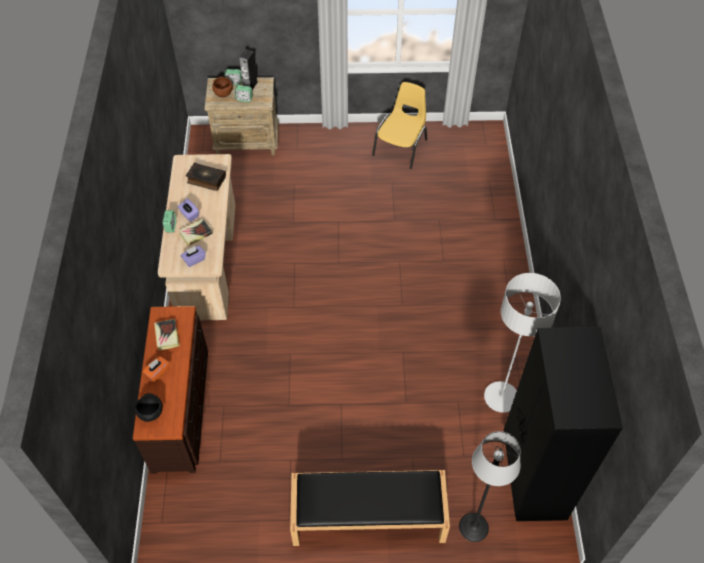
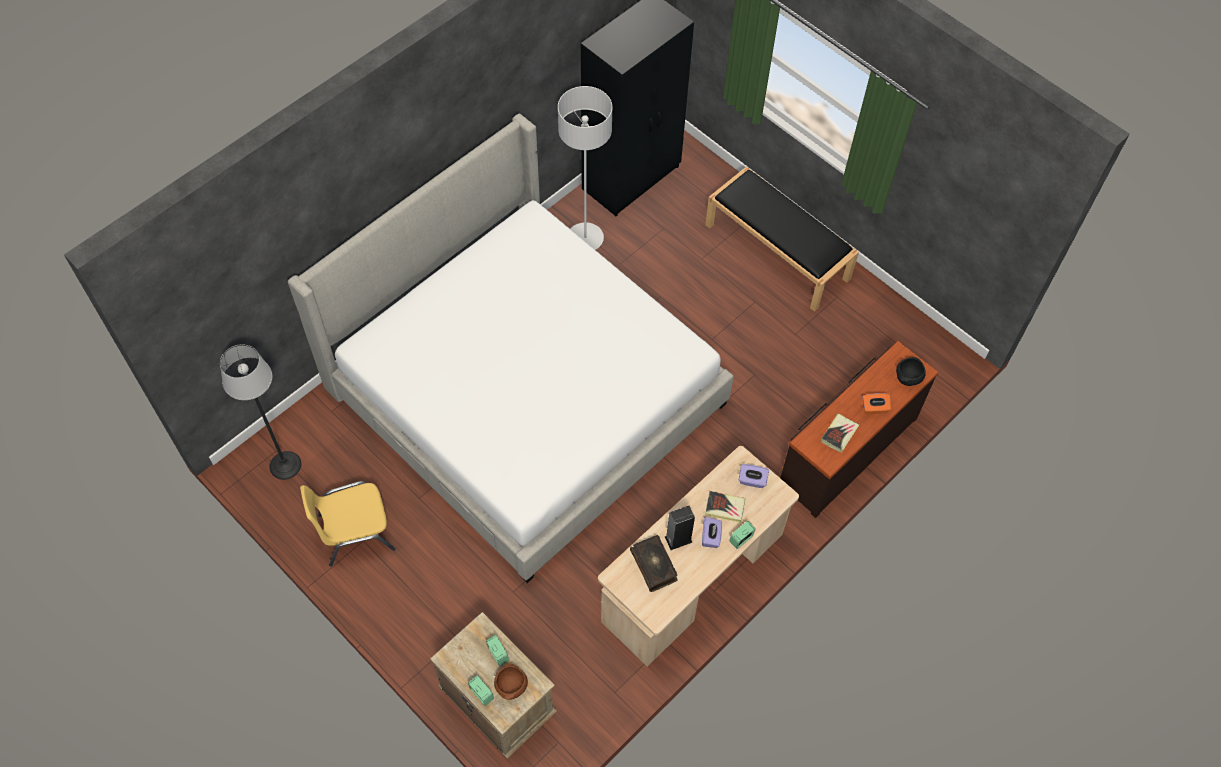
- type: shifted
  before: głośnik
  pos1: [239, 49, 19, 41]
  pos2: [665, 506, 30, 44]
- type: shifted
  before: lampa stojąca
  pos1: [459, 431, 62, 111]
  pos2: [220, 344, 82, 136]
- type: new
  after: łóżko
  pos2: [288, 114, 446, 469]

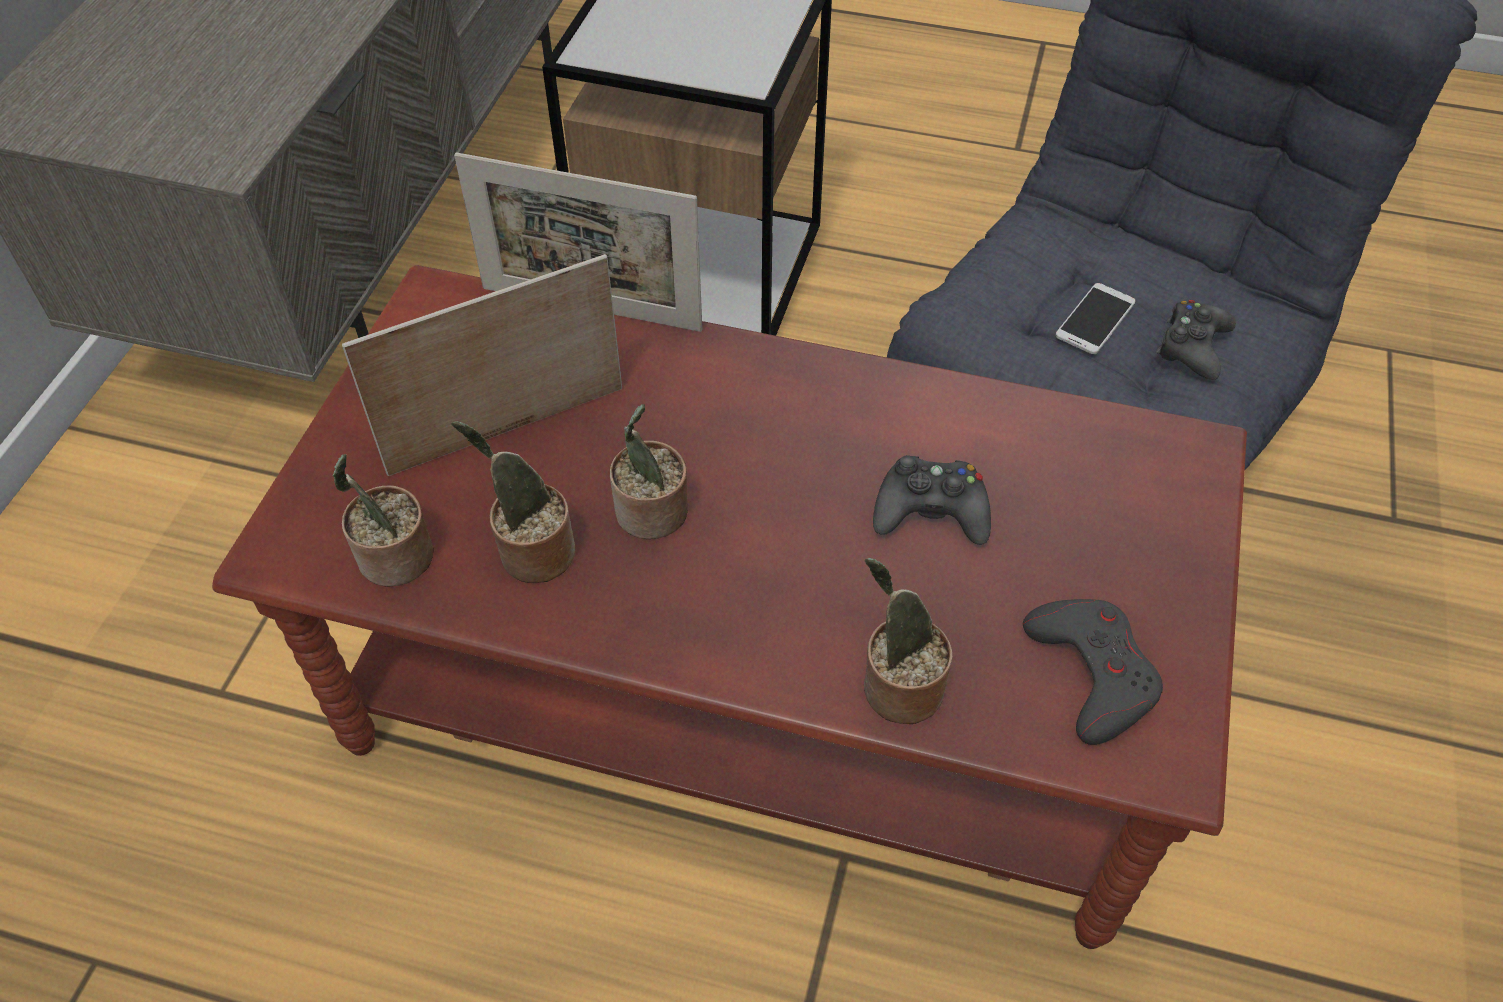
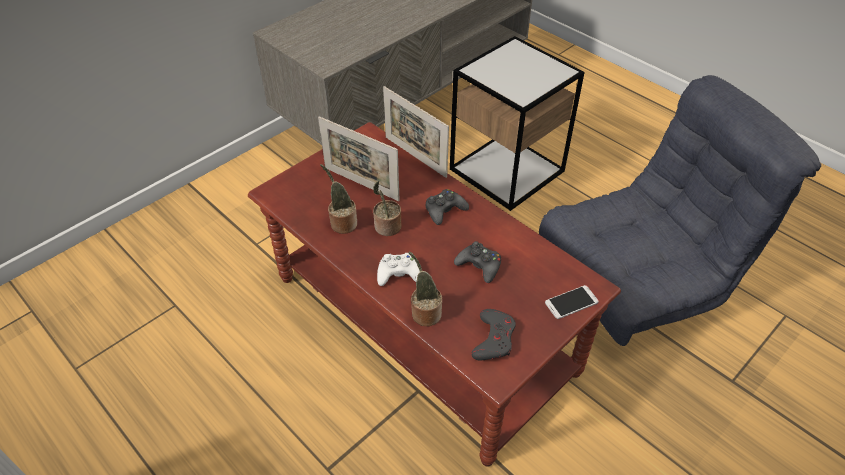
- type: gone
  before: roślina doniczkowa
  pos1: [332, 454, 102, 133]
- type: rotated
  before: ramka na zdjęcie
  pos1: [342, 254, 280, 222]
  pos2: [318, 116, 82, 85]
  turn: -150
- type: shifted
  before: telefon
  pos1: [1055, 283, 81, 71]
  pos2: [545, 285, 54, 34]
- type: shifted
  before: pad do gier [czarny]
  pos1: [1156, 300, 80, 80]
  pos2: [426, 189, 43, 36]
- type: new
  after: pad do gier [biały]
  pos2: [377, 253, 43, 33]

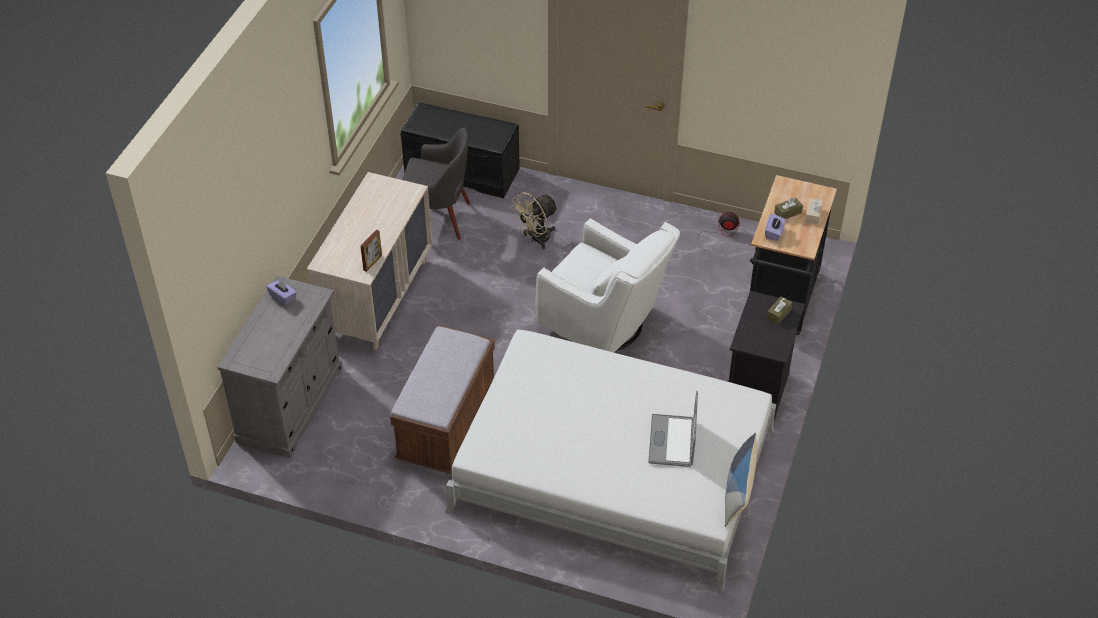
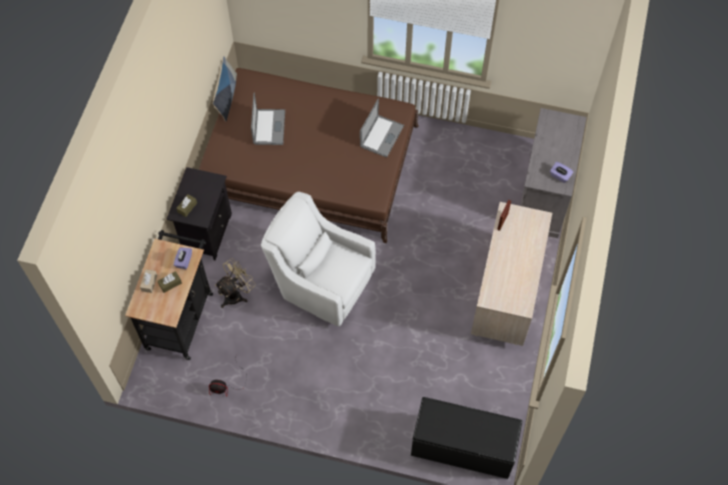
- type: gone
  before: ławka [brązowy]
  pos1: [390, 325, 105, 149]
- type: gone
  before: fotel [szary]
  pos1: [402, 127, 69, 113]
- type: repainted
  before: łóżko [biały]
  after: łóżko [brązowy]
  pos1: [445, 330, 331, 262]
  pos2: [199, 68, 220, 175]
- type: shifted
  before: wentylator [beżowy]
  pos1: [510, 192, 48, 57]
  pos2: [215, 258, 41, 50]
- type: new
  after: laptop
  pos2: [360, 99, 44, 58]

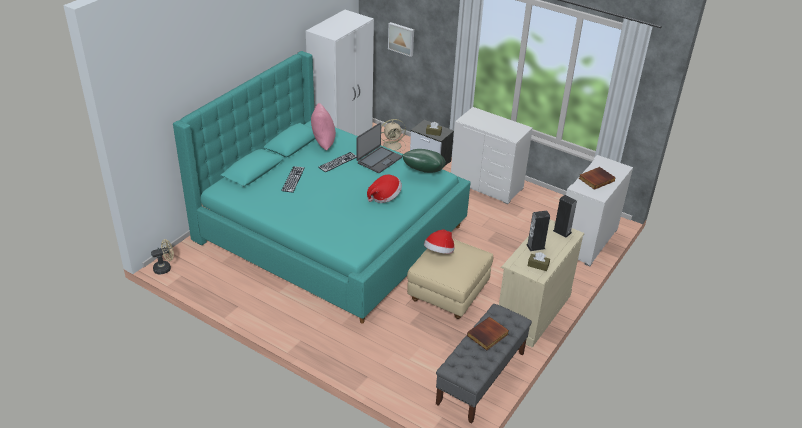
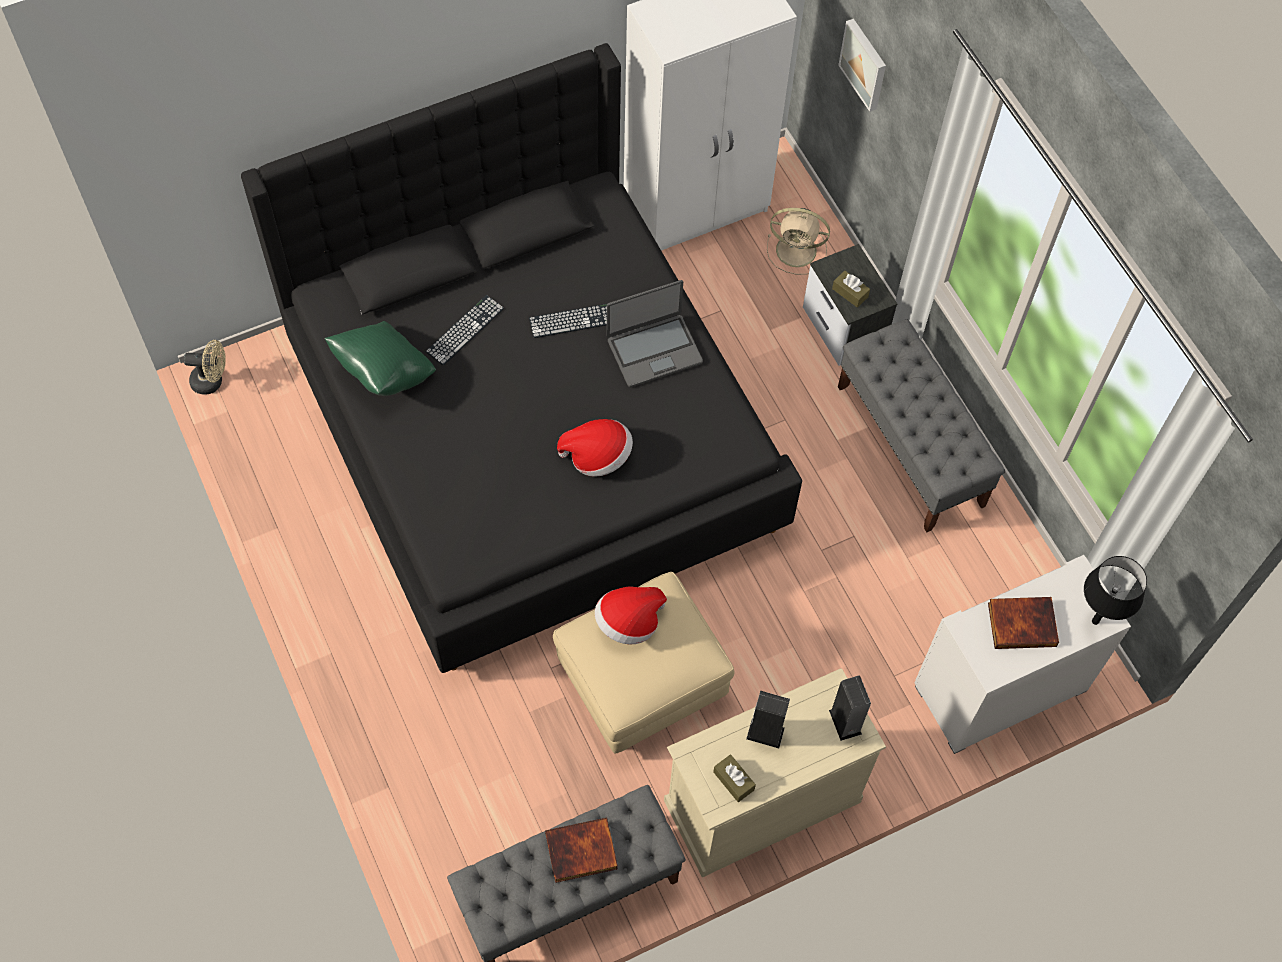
- type: repainted
  before: łóżko [turkusowy]
  after: łóżko [czarny]
  pos1: [173, 51, 297, 272]
  pos2: [241, 43, 561, 630]
- type: gone
  before: poduszka [różowy]
  pos1: [311, 103, 25, 47]
- type: shifted
  before: poduszka [zielony]
  pos1: [402, 149, 44, 24]
  pos2: [325, 321, 111, 75]
- type: swapped
  before: komoda [biały]
  after: ławka [szary]
  pos1: [451, 107, 82, 97]
  pos2: [838, 319, 167, 213]
- type: new
  after: lampa stołowa [czarny]
  pos2: [1084, 556, 63, 69]

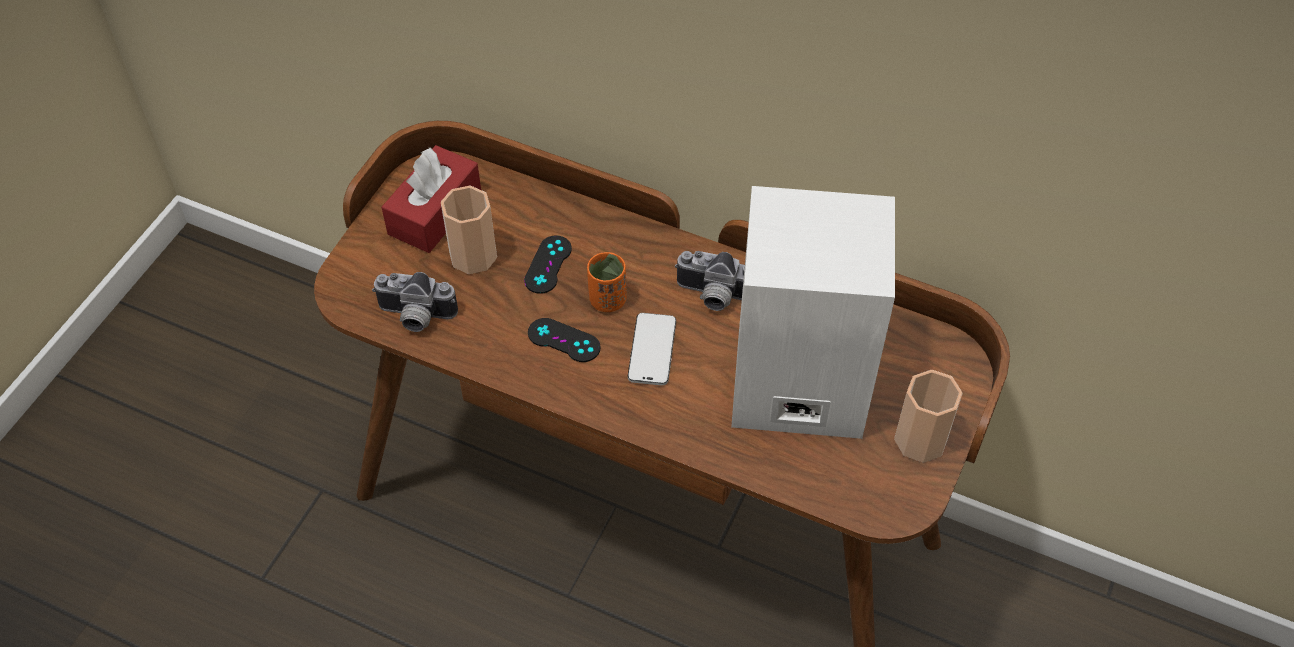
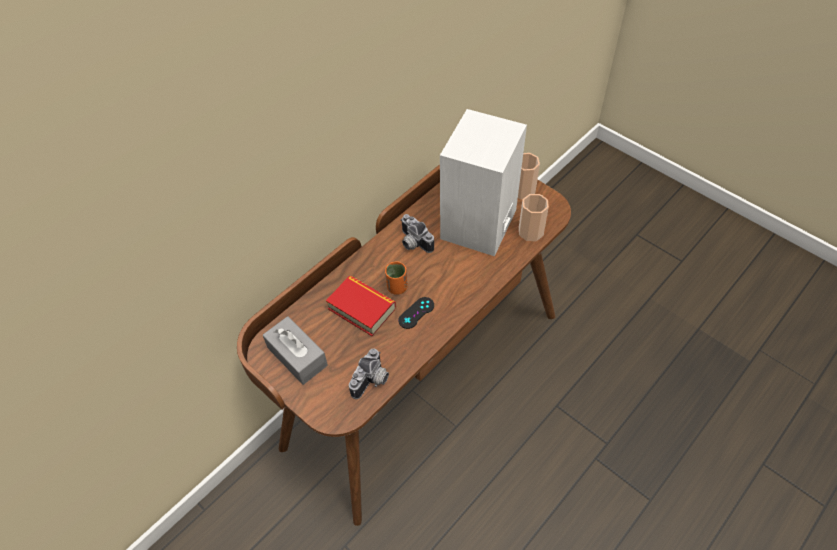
- type: repainted
  before: pudełko chusteczek [czerwony]
  after: pudełko chusteczek [szary]
  pos1: [381, 145, 100, 108]
  pos2: [263, 316, 65, 69]
- type: shifted
  before: filiżanka
  pos1: [441, 186, 56, 88]
  pos2: [519, 194, 30, 47]
- type: swapped
  before: pad do gier [czarny]
  after: książka
  pos1: [524, 235, 48, 59]
  pos2: [326, 276, 70, 60]
- type: gone
  before: telefon
  pos1: [628, 313, 48, 73]
- type: rotated
  before: aparat fotograficzny
  pos1: [675, 251, 70, 60]
  pos2: [401, 214, 33, 39]
  turn: 105

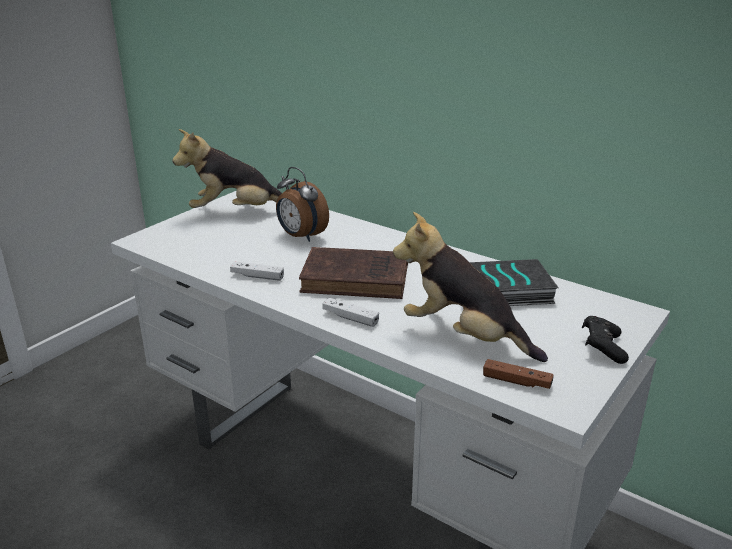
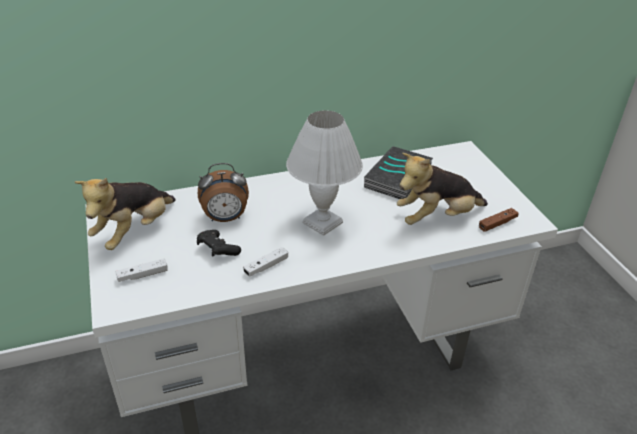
- type: swapped
  before: książka [brązowy]
  after: lampa stołowa [biały]
  pos1: [299, 247, 109, 52]
  pos2: [286, 110, 77, 126]
- type: shifted
  before: pad do gier [biały]
  pos1: [323, 298, 56, 29]
  pos2: [116, 258, 52, 24]
- type: shifted
  before: pad do gier [czarny]
  pos1: [582, 316, 47, 48]
  pos2: [197, 230, 44, 27]

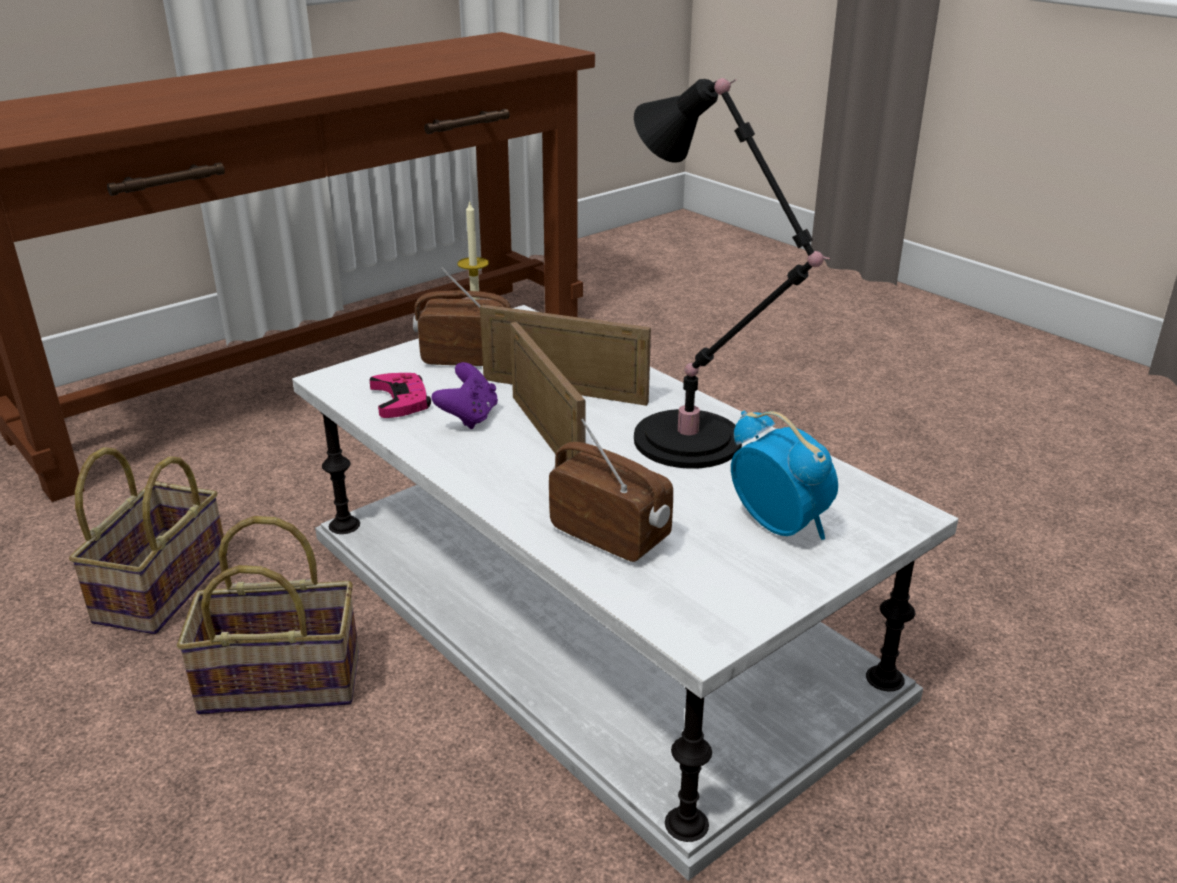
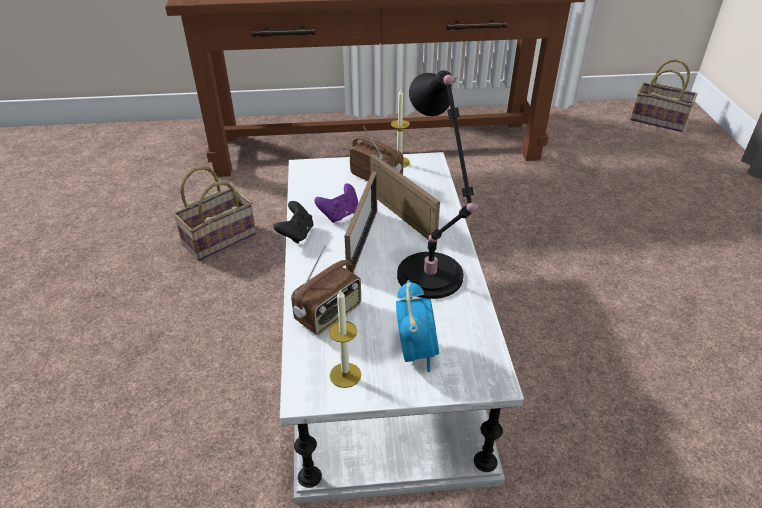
- type: shifted
  before: koszyk
  pos1: [177, 516, 182, 198]
  pos2: [630, 59, 68, 73]
- type: gone
  before: pad do gier [różowy]
  pos1: [369, 373, 62, 45]
- type: rotated
  before: radio
  pos1: [549, 419, 124, 143]
  pos2: [291, 245, 70, 90]
  turn: 60
- type: new
  after: pad do gier [czarny]
  pos2: [273, 201, 40, 43]
- type: new
  after: świeca
  pos2: [329, 289, 32, 99]

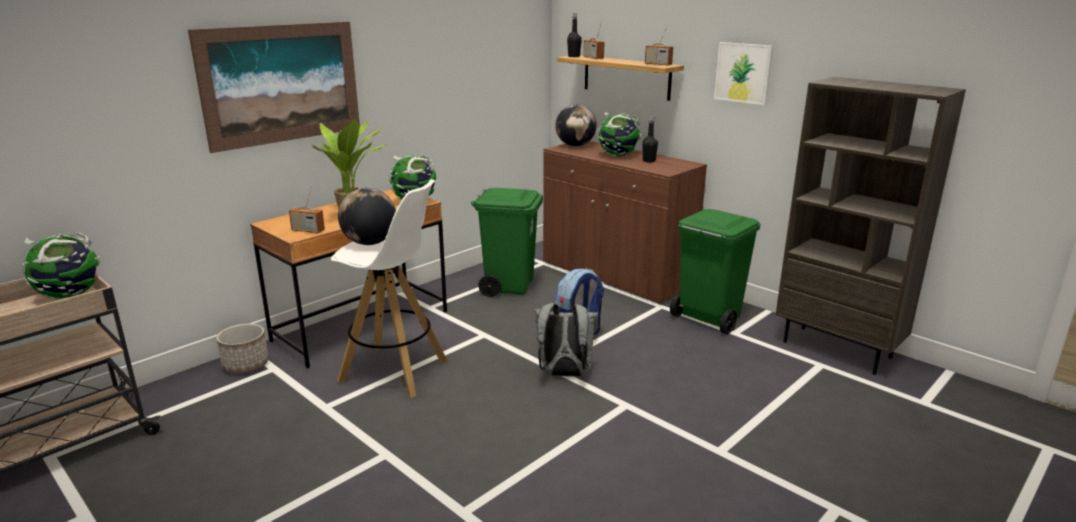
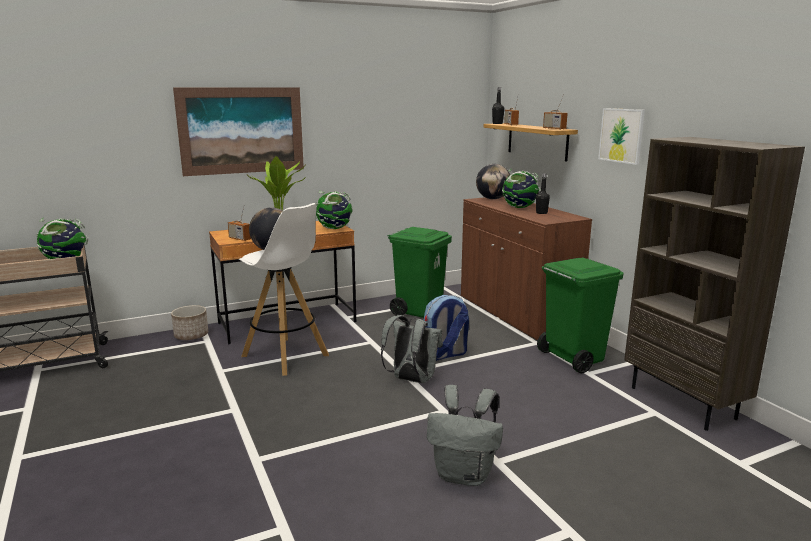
- type: new
  after: plecak [szary]
  pos2: [427, 385, 76, 101]

